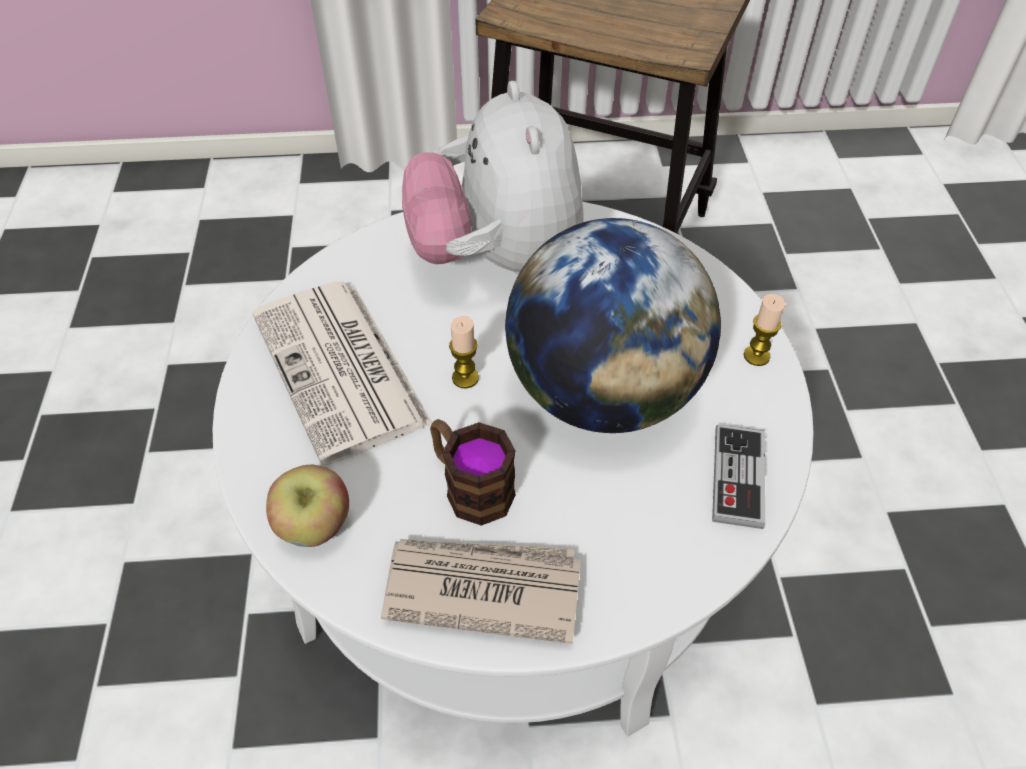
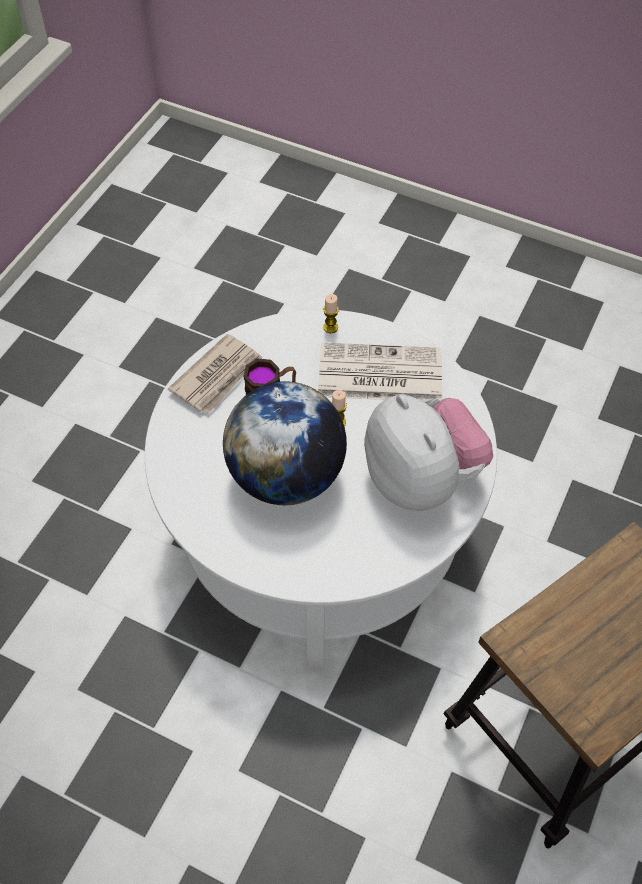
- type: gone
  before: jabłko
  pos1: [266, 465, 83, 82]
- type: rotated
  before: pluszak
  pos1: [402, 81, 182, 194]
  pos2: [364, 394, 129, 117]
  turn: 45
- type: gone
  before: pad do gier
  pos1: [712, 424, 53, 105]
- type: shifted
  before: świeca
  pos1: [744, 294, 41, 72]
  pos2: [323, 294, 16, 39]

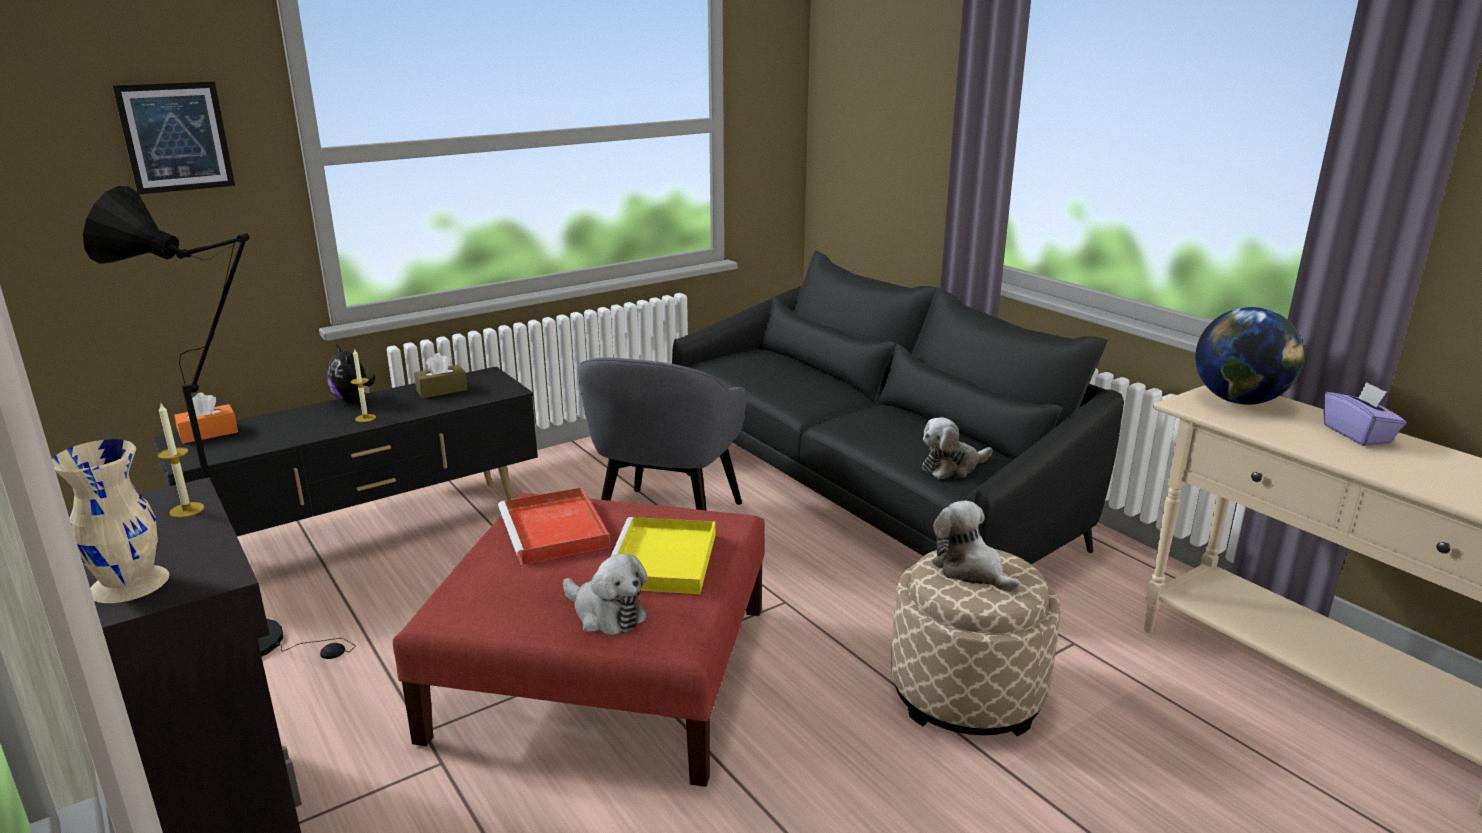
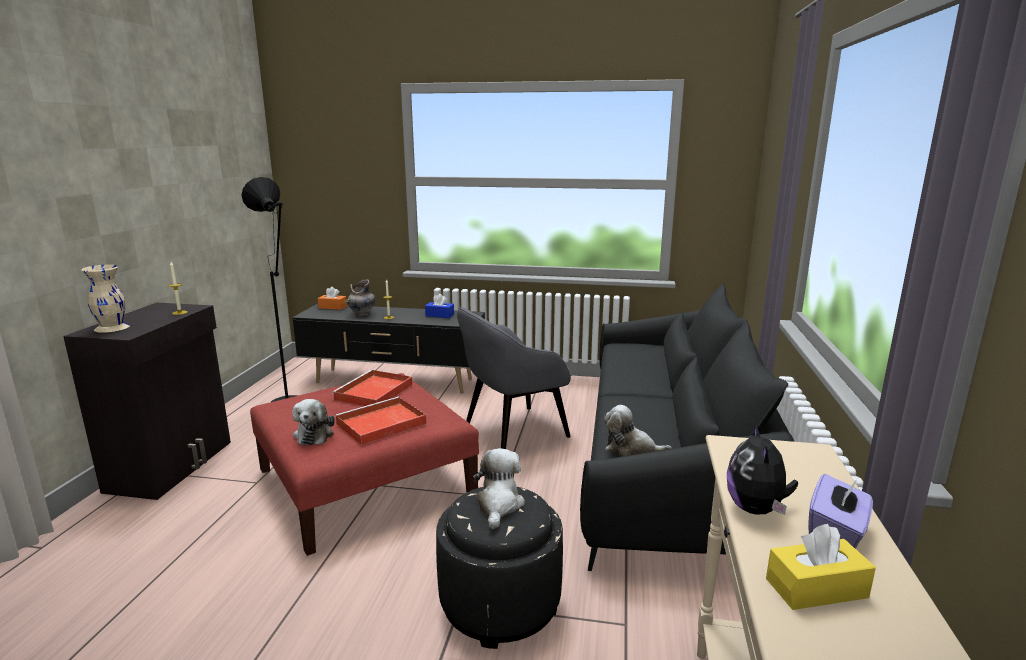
- type: gone
  before: obraz
  pos1: [112, 81, 123, 113]
- type: shifted
  before: pluszak
  pos1: [327, 344, 48, 58]
  pos2: [727, 422, 71, 93]
- type: repainted
  before: pudełko chusteczek [brązowy]
  after: pudełko chusteczek [niebieski]
  pos1: [414, 353, 54, 45]
  pos2: [425, 294, 29, 24]
- type: repainted
  before: taca [żółty]
  after: taca [czerwony]
  pos1: [610, 517, 106, 77]
  pos2: [335, 397, 92, 48]
- type: repainted
  before: pufa [beżowy]
  after: pufa [czarny]
  pos1: [891, 549, 170, 187]
  pos2: [436, 487, 127, 162]
- type: gone
  before: globus
  pos1: [1195, 307, 109, 98]
- type: new
  after: wazon [szary]
  pos2: [345, 279, 31, 38]
- type: new
  after: pudełko chusteczek [żółty]
  pos2: [766, 524, 110, 86]

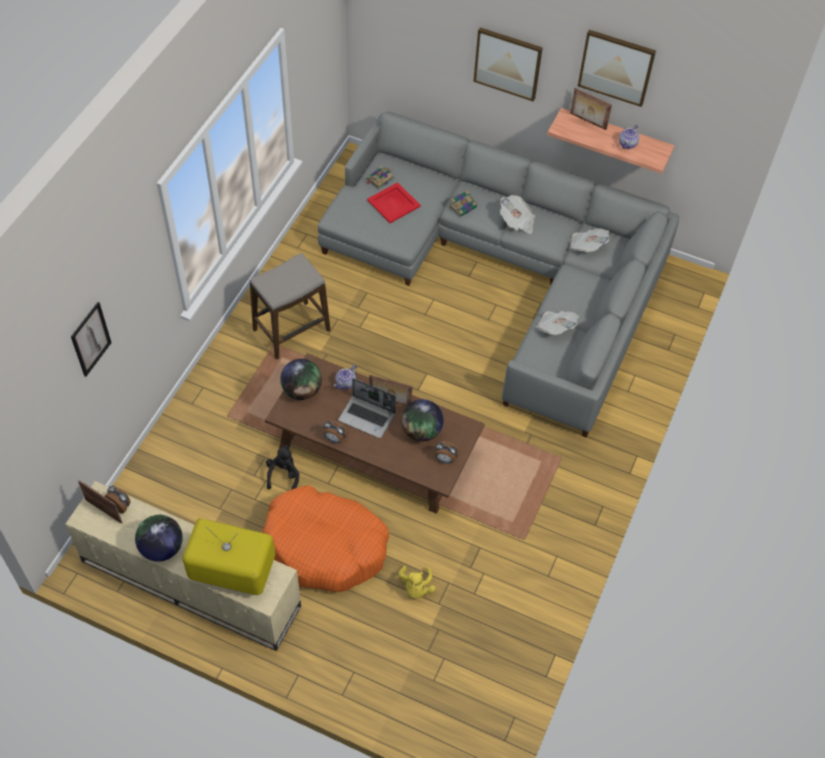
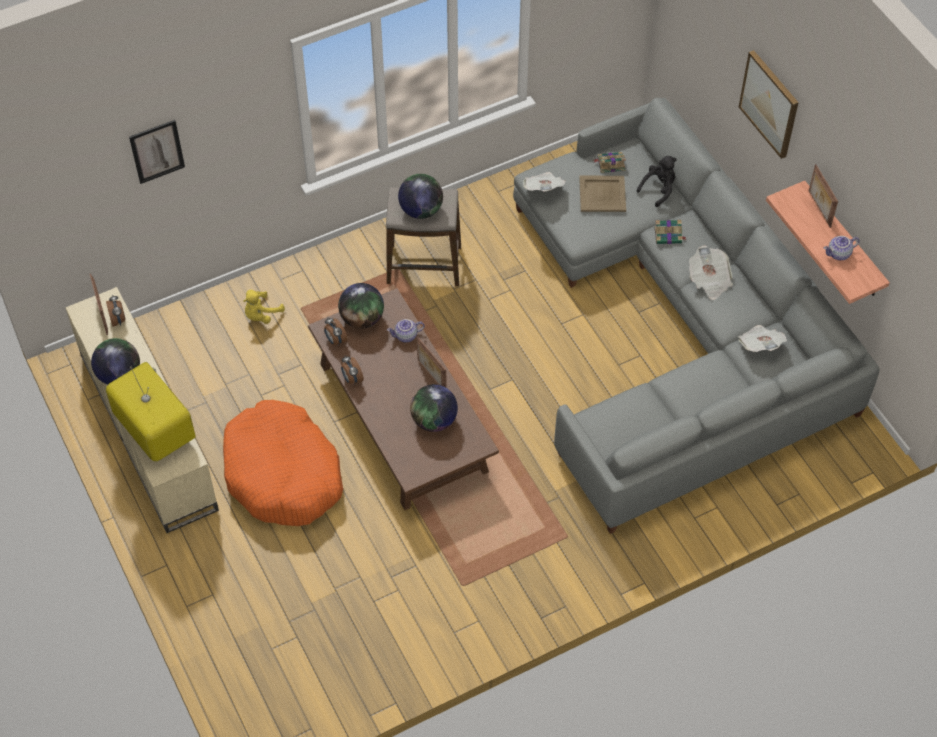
- type: shifted
  before: pluszak [czarny]
  pos1: [266, 445, 33, 45]
  pos2: [637, 156, 40, 51]
- type: gone
  before: laptop
  pos1: [338, 378, 58, 60]
- type: repainted
  before: taca [czerwony]
  after: taca [beżowy]
  pos1: [367, 182, 54, 41]
  pos2: [579, 176, 47, 36]
- type: shifted
  before: pluszak [żółty]
  pos1: [399, 565, 37, 33]
  pos2: [243, 290, 42, 34]
- type: shifted
  before: budzik
  pos1: [435, 441, 24, 22]
  pos2: [324, 317, 24, 29]
- type: shifted
  before: gazeta
  pos1: [536, 311, 43, 24]
  pos2: [523, 172, 43, 20]
- type: gone
  before: obraz
  pos1: [578, 30, 78, 77]
- type: new
  after: globus
  pos2: [398, 174, 45, 45]

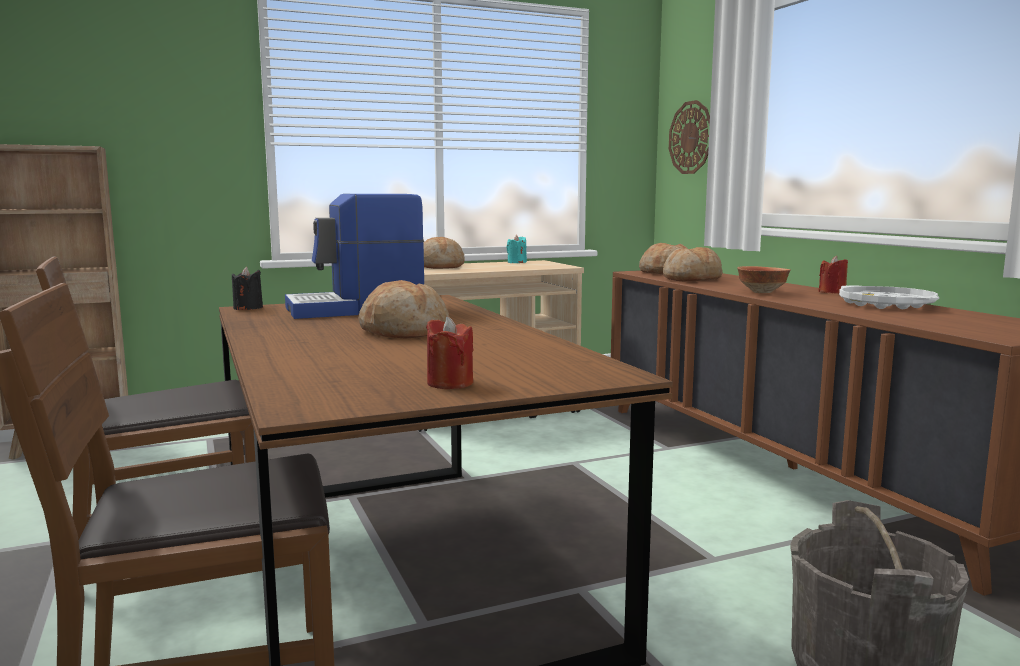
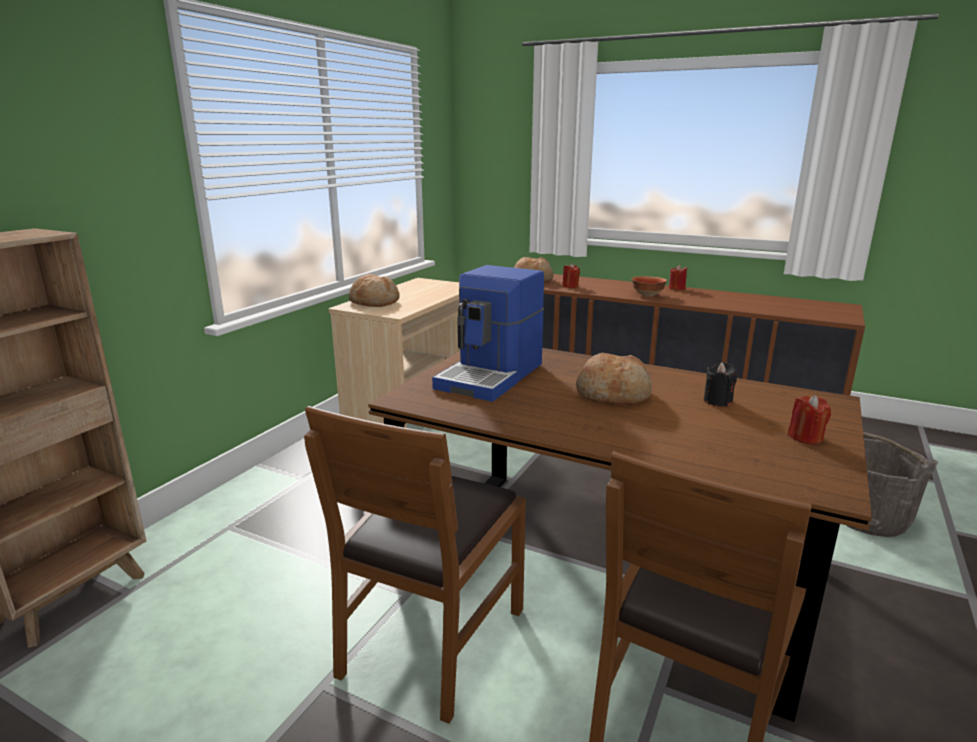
- type: shifted
  before: świeca [czarny]
  pos1: [232, 267, 31, 43]
  pos2: [704, 362, 33, 45]
- type: gone
  before: świeca [turkusowy]
  pos1: [506, 235, 21, 28]
- type: swapped
  before: chleb
  after: świeca [czerwony]
  pos1: [663, 247, 60, 34]
  pos2: [562, 263, 18, 25]
- type: gone
  before: zegar ścienny
  pos1: [669, 100, 41, 74]
- type: gone
  before: taca [biały]
  pos1: [839, 285, 100, 24]

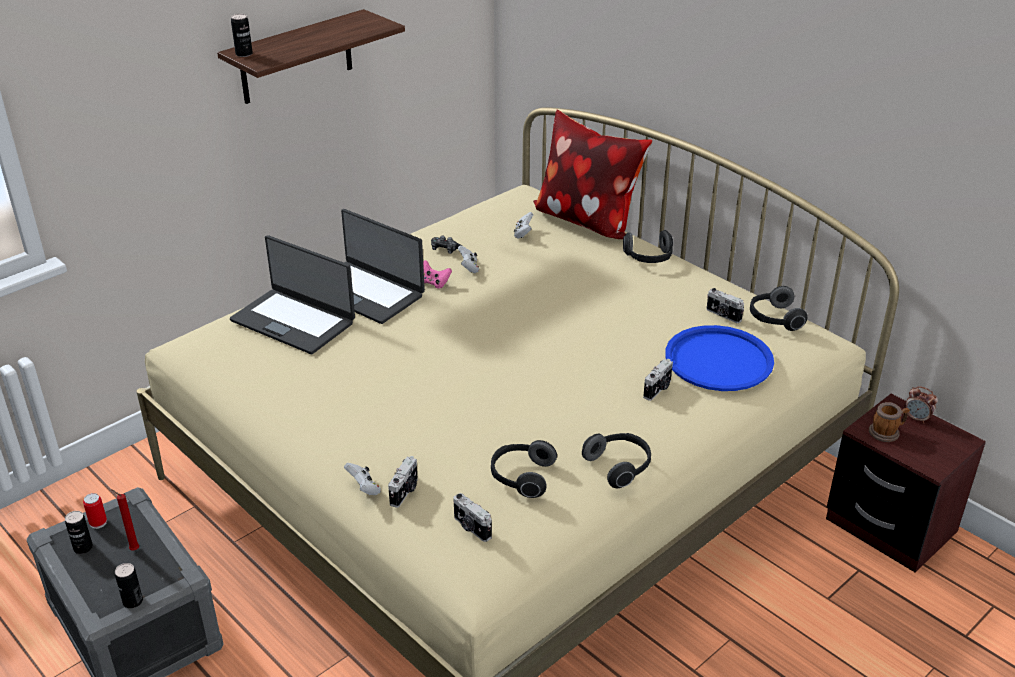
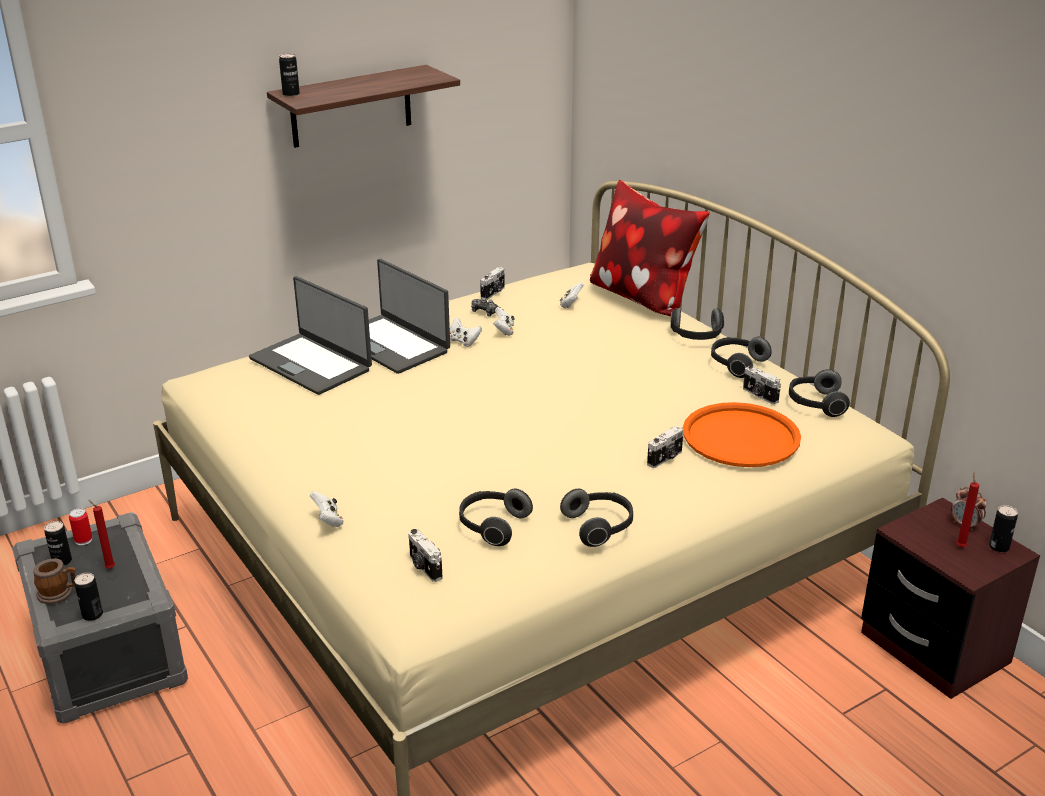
- type: shifted
  before: aparat fotograficzny
  pos1: [388, 456, 30, 52]
  pos2: [480, 267, 25, 33]
- type: repainted
  before: pad do gier [różowy]
  after: pad do gier [biały]
  pos1: [423, 260, 29, 29]
  pos2: [450, 317, 32, 30]
- type: repainted
  before: taca [niebieski]
  after: taca [pomarańczowy]
  pos1: [665, 325, 109, 66]
  pos2: [683, 402, 118, 65]
- type: shifted
  before: kubek
  pos1: [869, 402, 41, 40]
  pos2: [33, 559, 43, 45]
- type: new
  after: słuchawki
  pos2: [711, 337, 61, 41]
- type: new
  after: świeca [czerwony]
  pos2: [956, 472, 23, 75]
- type: new
  after: puszka
  pos2: [989, 505, 29, 48]

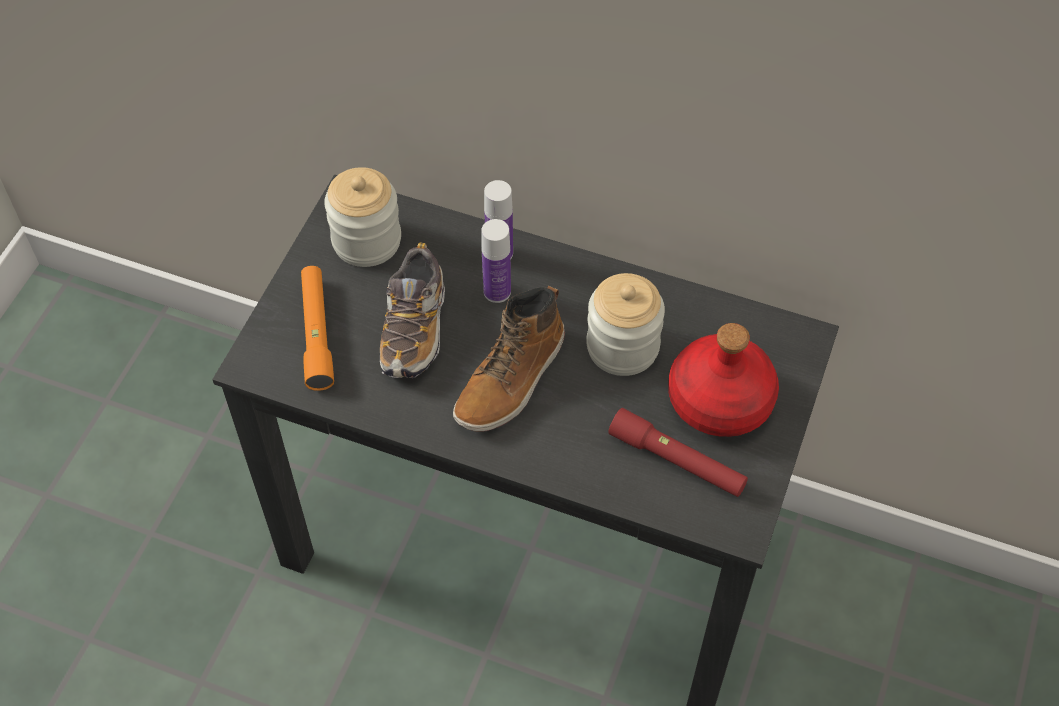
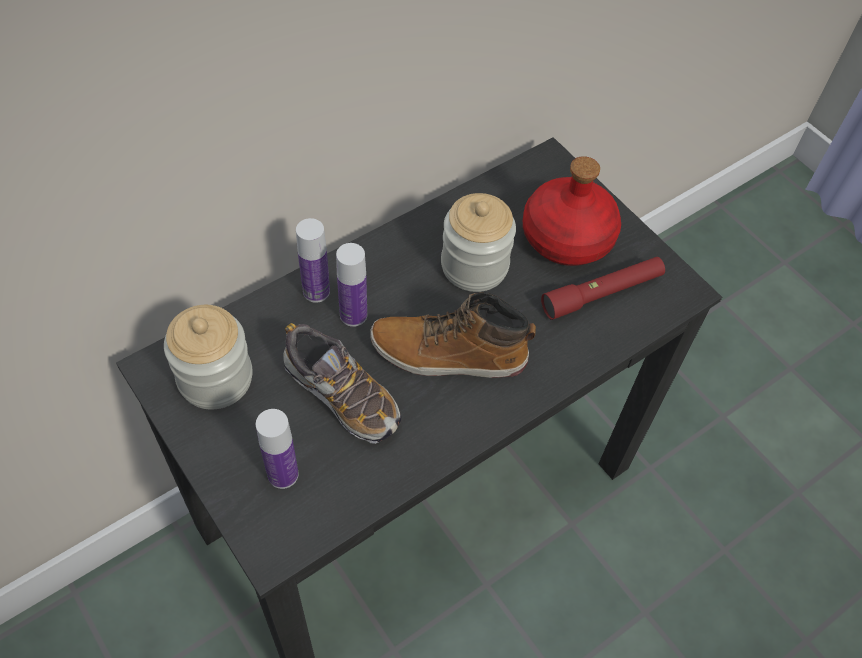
- type: swapped
  before: latarka [pomarańczowy]
  after: butelka
  pos1: [301, 266, 33, 125]
  pos2: [256, 409, 42, 80]
- type: rotated
  before: but z cholewką
  pos1: [453, 286, 112, 146]
  pos2: [370, 292, 166, 86]
  turn: 120

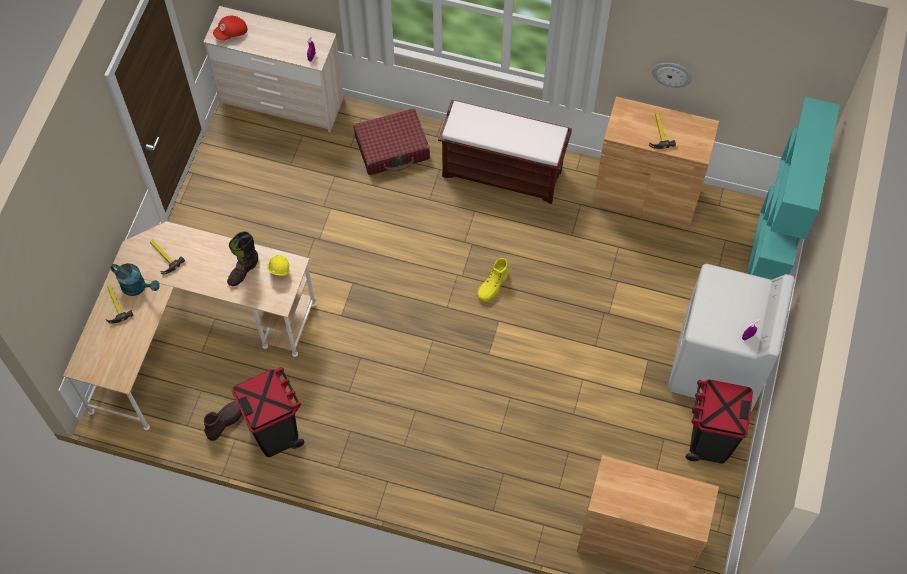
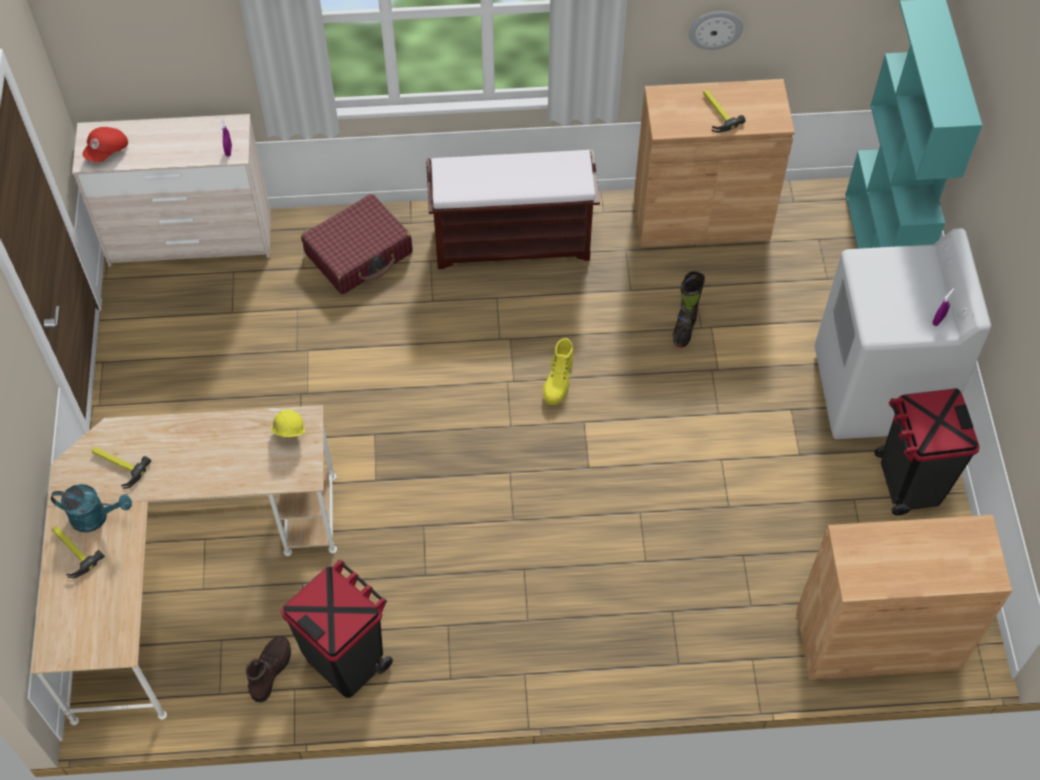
- type: shifted
  before: but z cholewką [czarny]
  pos1: [227, 232, 31, 54]
  pos2: [673, 271, 32, 76]

